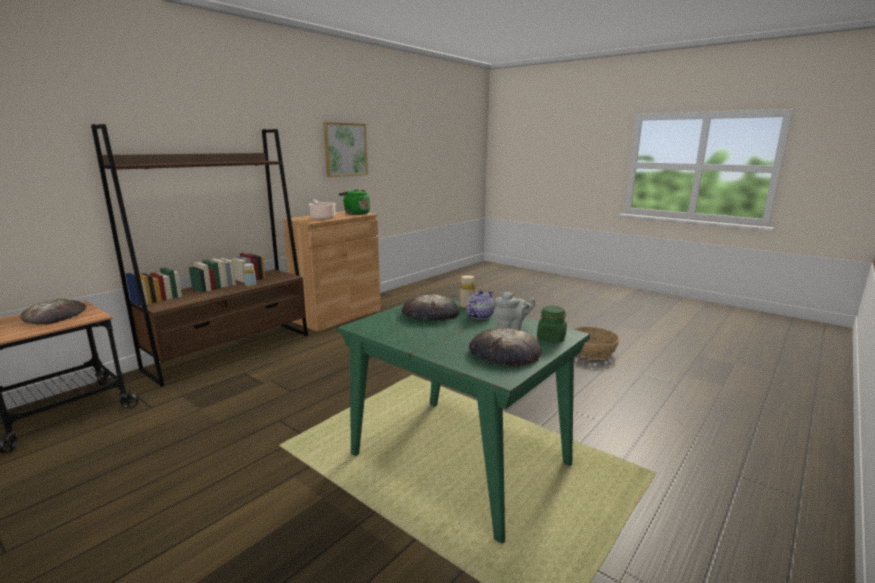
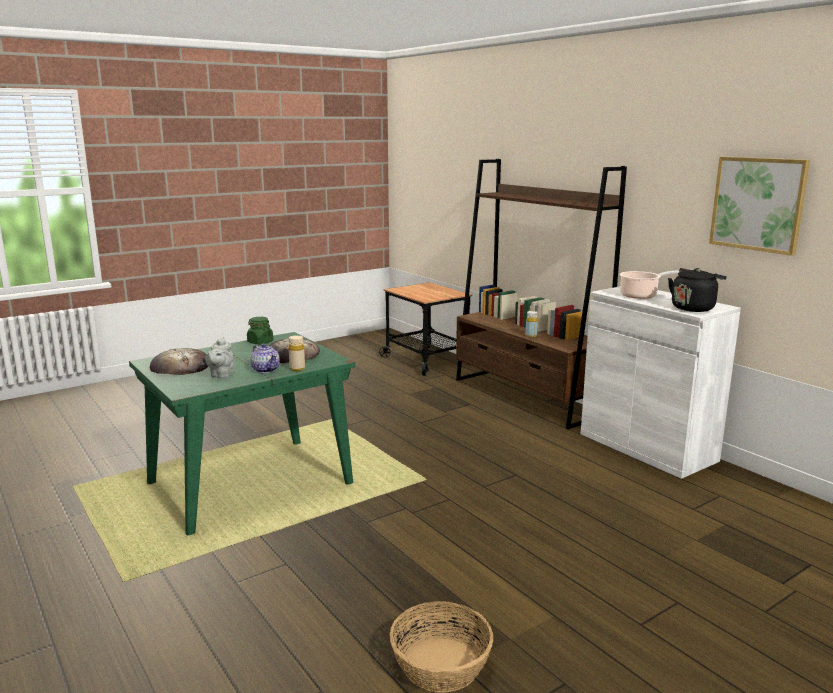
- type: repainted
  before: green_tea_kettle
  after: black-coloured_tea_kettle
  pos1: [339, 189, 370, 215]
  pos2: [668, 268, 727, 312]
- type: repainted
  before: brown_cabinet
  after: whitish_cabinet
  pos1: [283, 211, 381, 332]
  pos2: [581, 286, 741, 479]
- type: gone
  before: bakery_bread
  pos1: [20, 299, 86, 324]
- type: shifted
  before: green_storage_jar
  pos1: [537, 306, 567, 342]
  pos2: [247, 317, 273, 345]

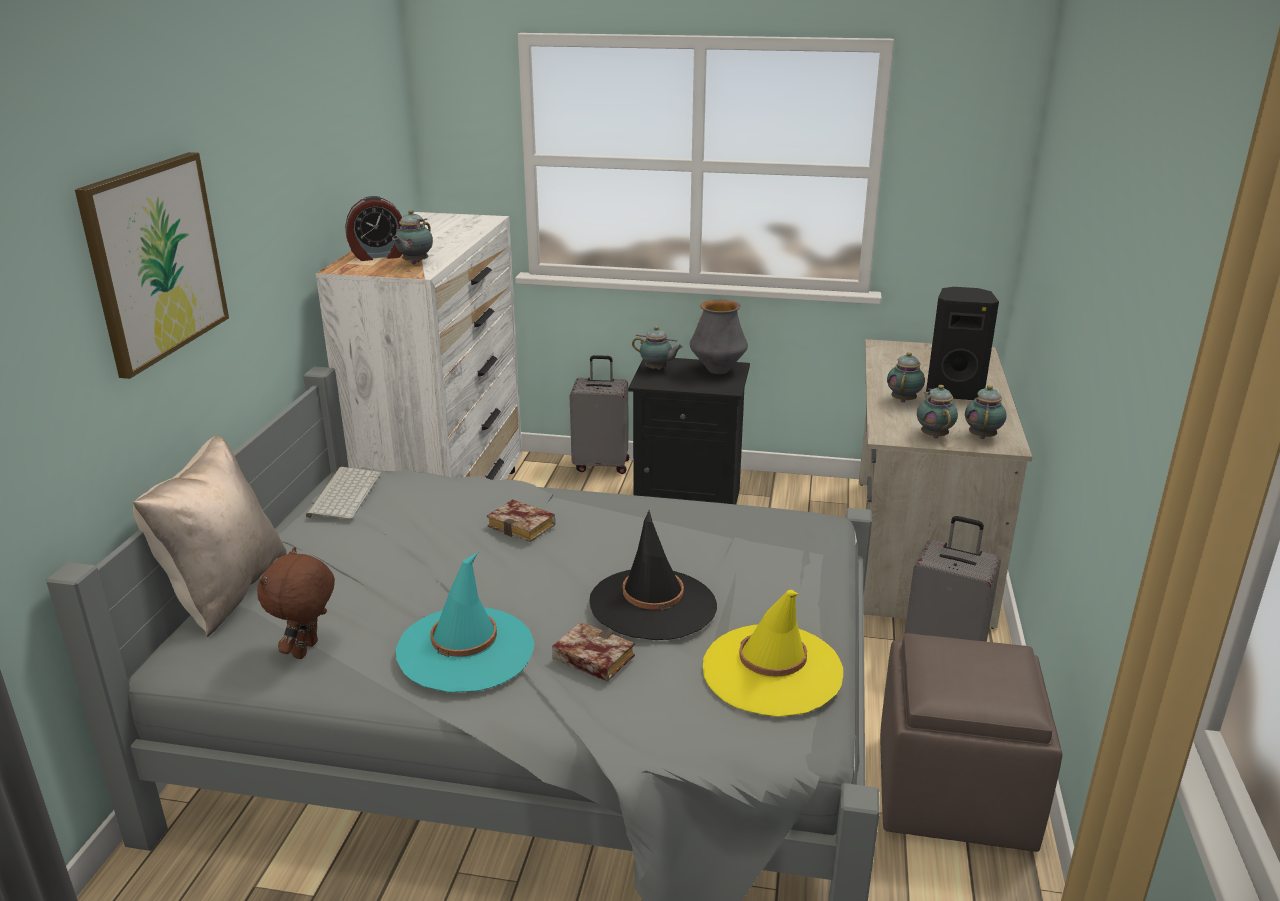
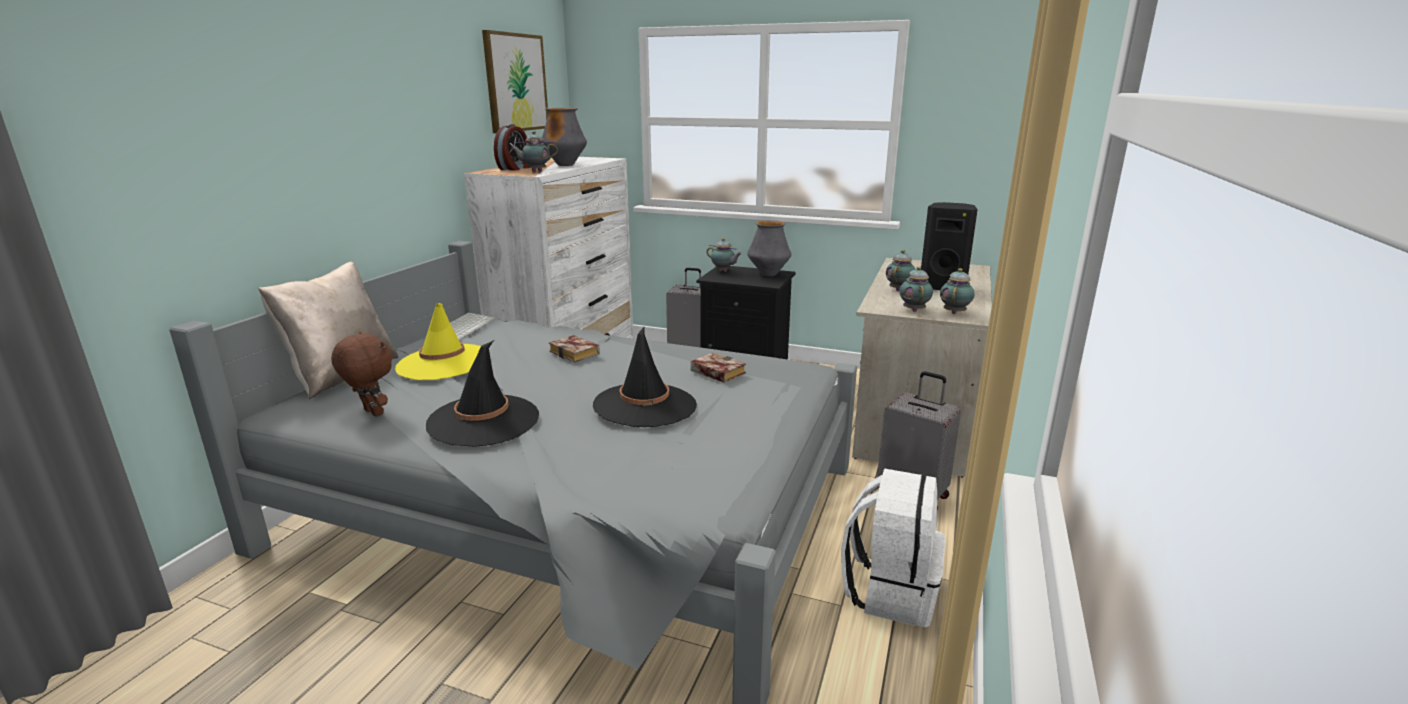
- type: shifted
  before: wall_art
  pos1: [75, 152, 229, 379]
  pos2: [482, 30, 548, 133]
- type: rotated
  before: table_clock
  pos1: [345, 196, 402, 261]
  pos2: [494, 124, 528, 171]
  turn: -60
- type: rotated
  before: pot_for_tea
  pos1: [392, 210, 433, 264]
  pos2: [511, 131, 558, 172]
  turn: 45
- type: rotated
  before: brown_soft_toy
  pos1: [257, 547, 335, 659]
  pos2: [331, 332, 392, 417]
  turn: 105
- type: repainted
  before: blue-green_wearable_hat
  after: black-coloured_wearable_hat
  pos1: [396, 552, 534, 692]
  pos2: [426, 340, 539, 447]
- type: shifted
  before: yellow-coloured_wearable_hat
  pos1: [703, 590, 843, 717]
  pos2: [395, 303, 481, 380]
- type: shifted
  before: book
  pos1: [552, 622, 635, 682]
  pos2: [691, 352, 746, 383]
- type: swapped
  before: brown_pouffe
  after: whitish_rucksack
  pos1: [880, 633, 1062, 852]
  pos2: [841, 468, 945, 627]
- type: new
  after: vase
  pos2: [542, 108, 587, 166]

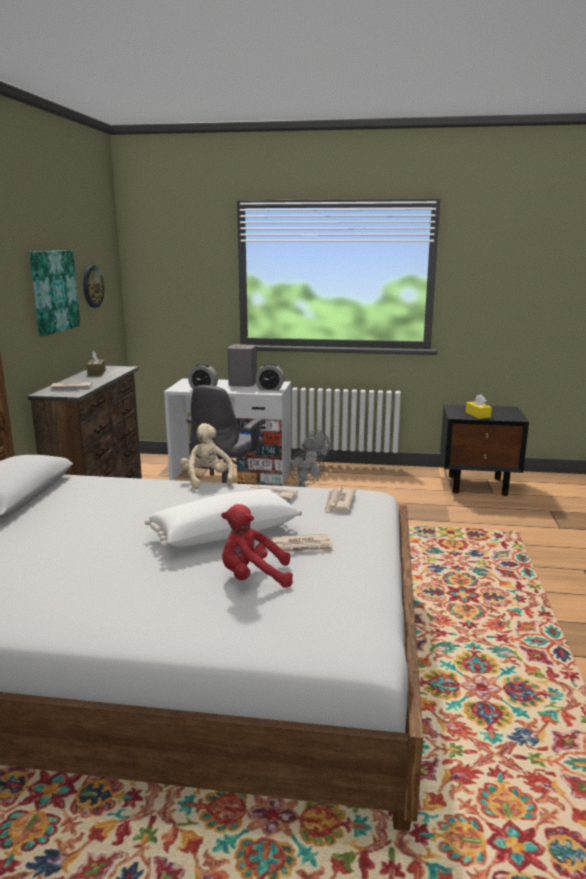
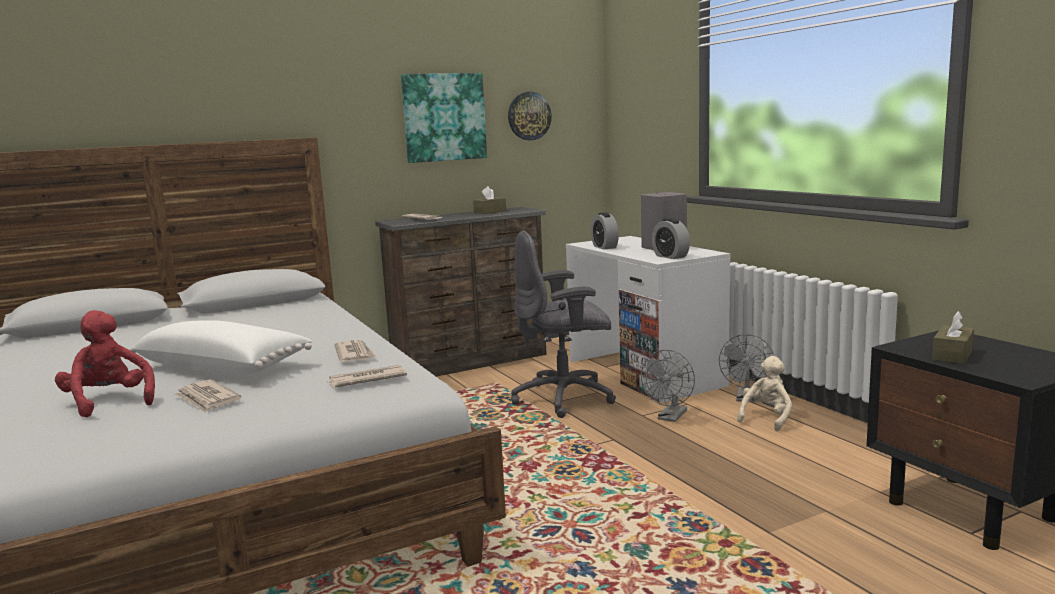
- type: repainted
  before: yellow-coloured_tissue_box
  after: brown_tissue_box
  pos1: [466, 394, 492, 419]
  pos2: [932, 311, 974, 364]
- type: shifted
  before: sand-coloured_soft_toy
  pos1: [180, 423, 234, 489]
  pos2: [737, 356, 792, 431]

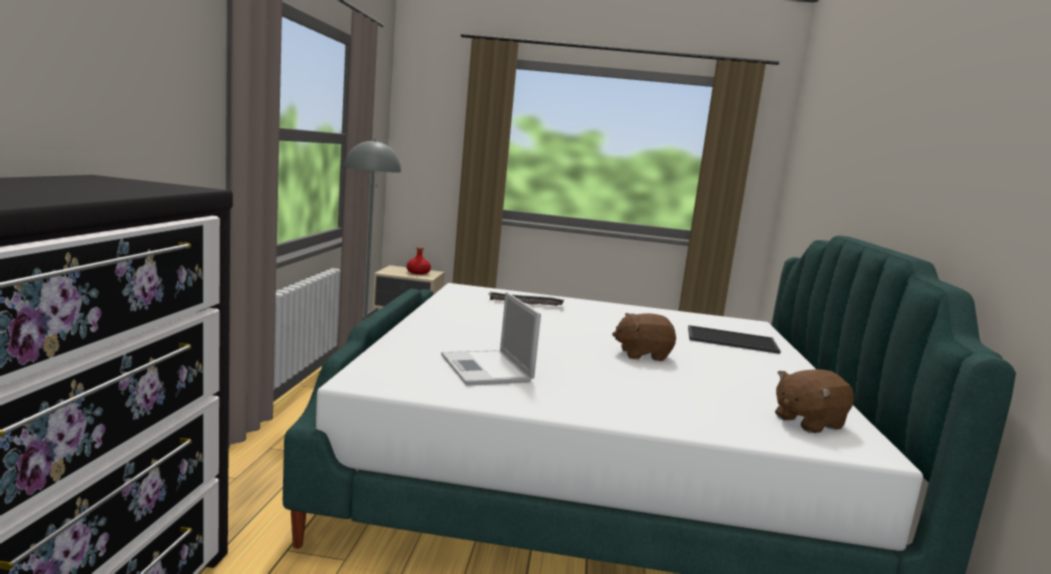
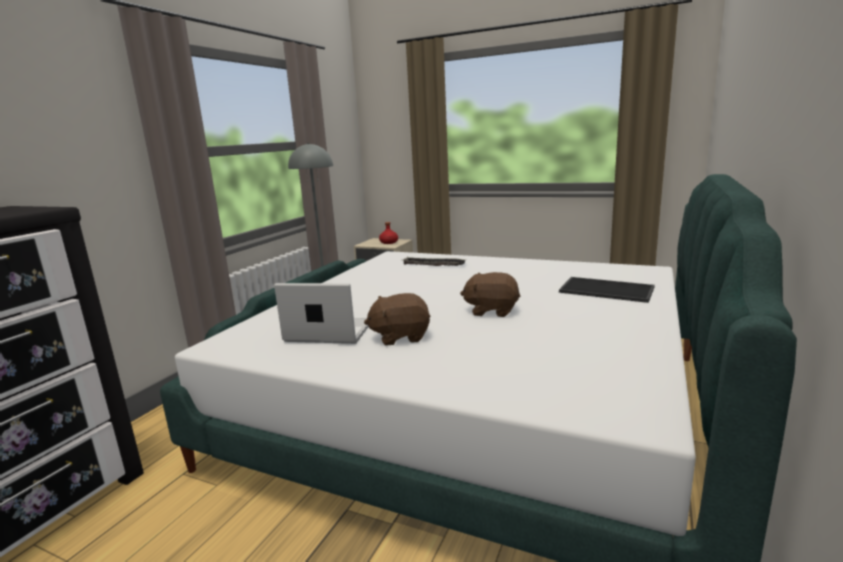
- type: rotated
  before: portable_computer
  pos1: [441, 292, 541, 386]
  pos2: [274, 283, 369, 344]
  turn: 105
- type: shifted
  before: brown_soft_toy
  pos1: [775, 369, 854, 433]
  pos2: [364, 293, 430, 345]

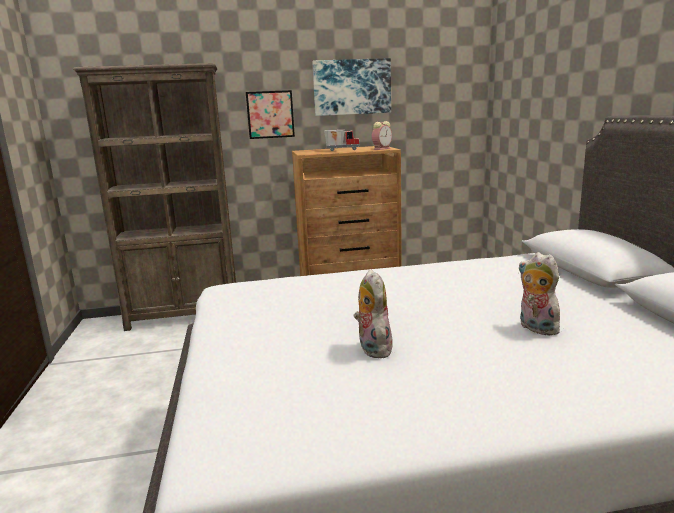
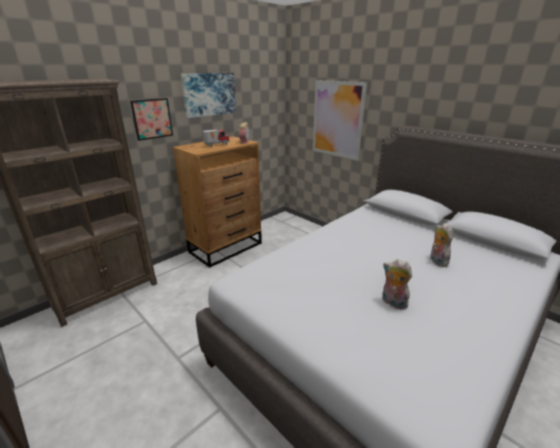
- type: rotated
  before: soft_toy
  pos1: [519, 252, 560, 336]
  pos2: [431, 223, 453, 267]
  turn: 60
- type: new
  after: wall_art
  pos2: [313, 80, 367, 161]

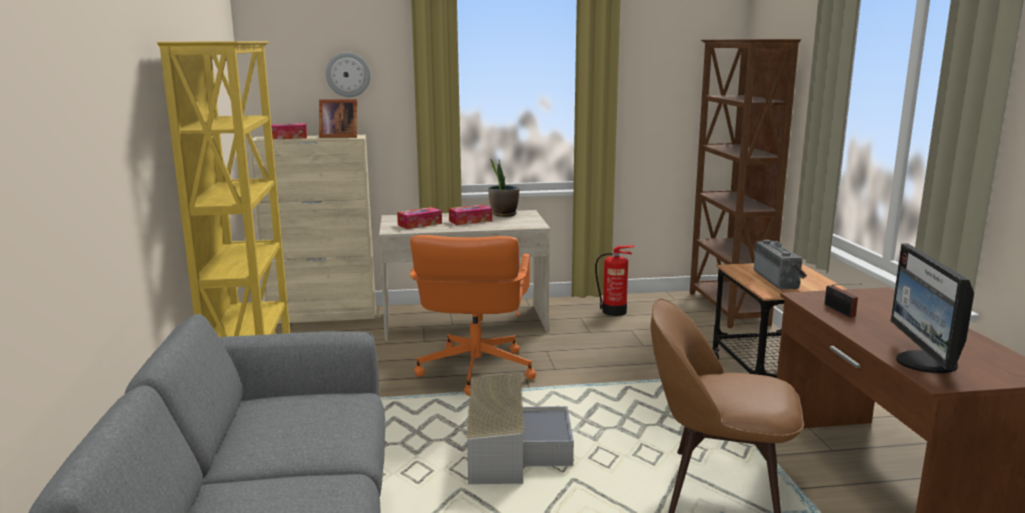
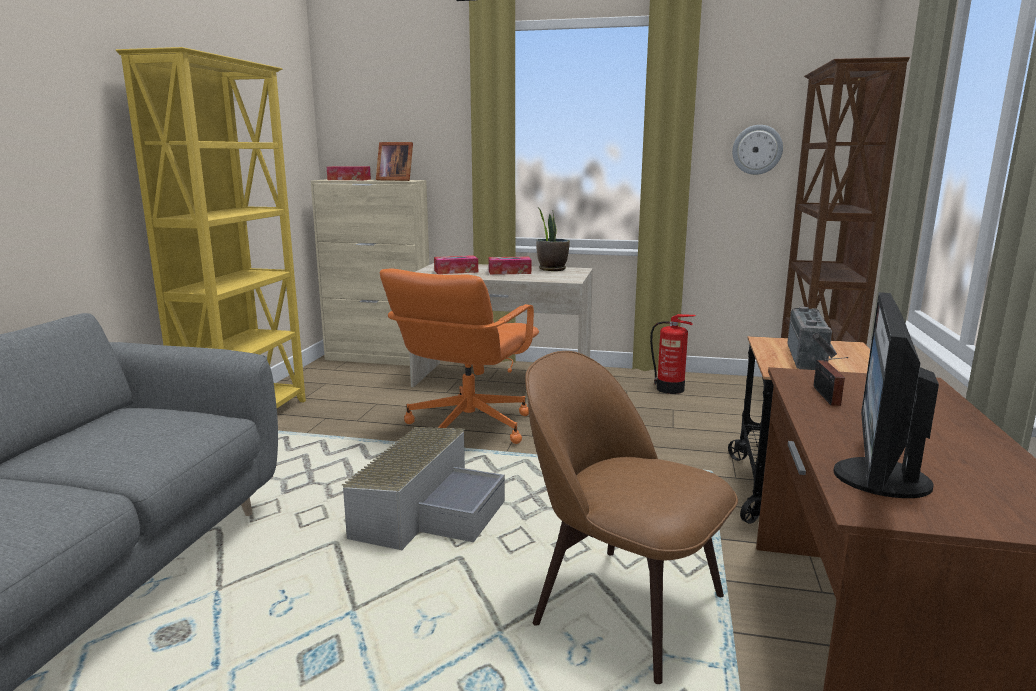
- type: shifted
  before: clock_on_the_wall
  pos1: [326, 52, 371, 97]
  pos2: [732, 125, 783, 175]

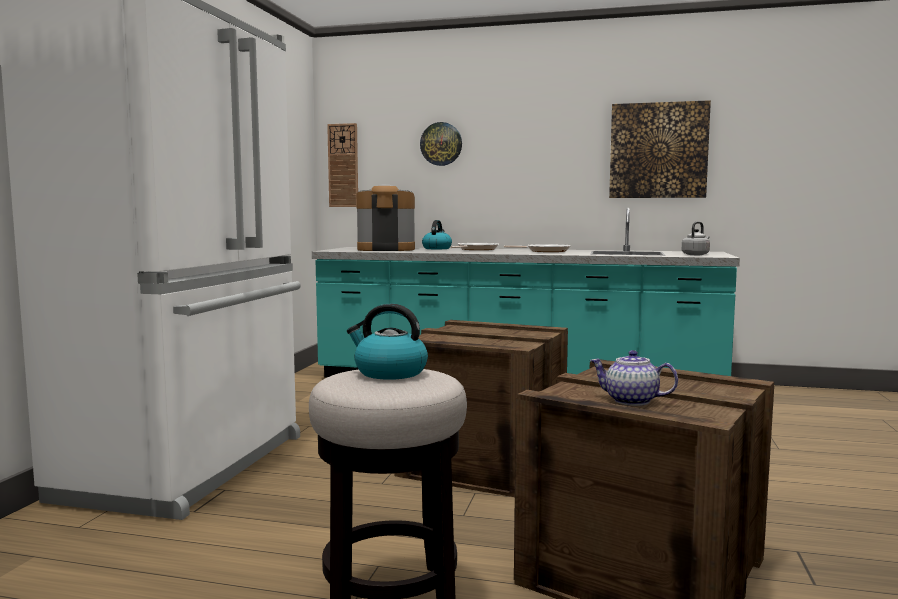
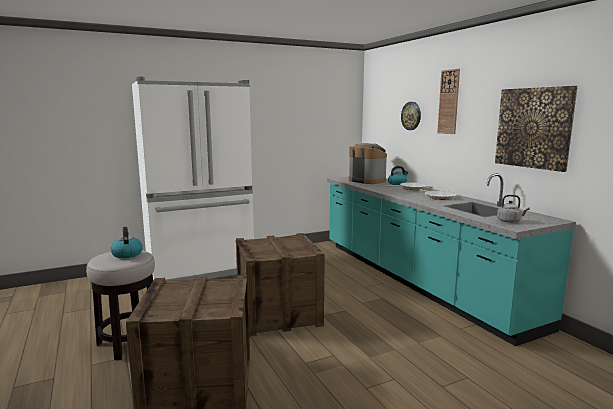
- type: shifted
  before: clock_on_the_wall
  pos1: [327, 123, 358, 207]
  pos2: [437, 69, 460, 134]
- type: gone
  before: pot_for_tea
  pos1: [590, 350, 678, 406]

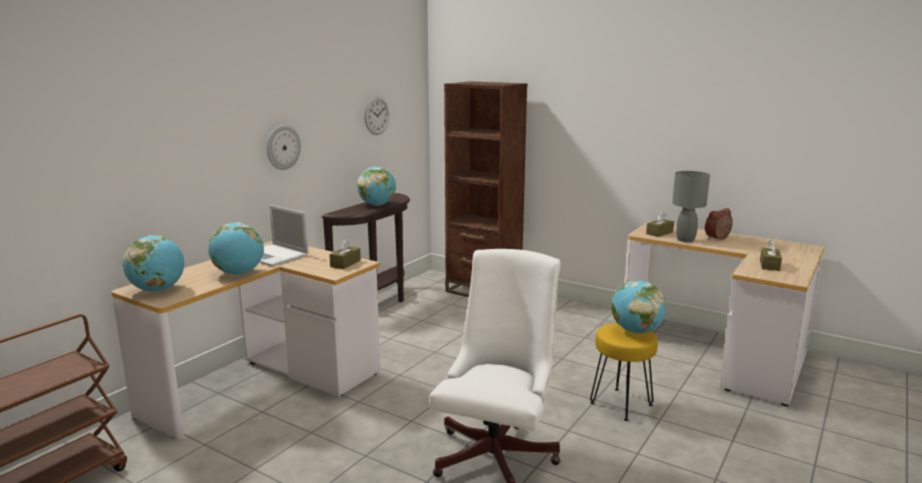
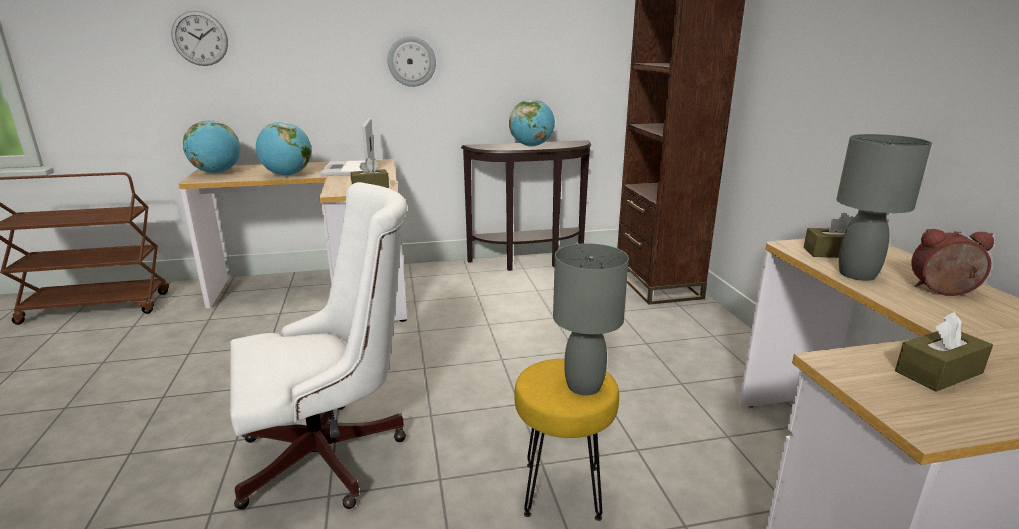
- type: shifted
  before: clock_on_the_wall
  pos1: [364, 96, 389, 135]
  pos2: [171, 10, 228, 66]
- type: swapped
  before: world_globe
  after: gray_lamp_for_a_table
  pos1: [611, 280, 666, 333]
  pos2: [553, 243, 629, 395]

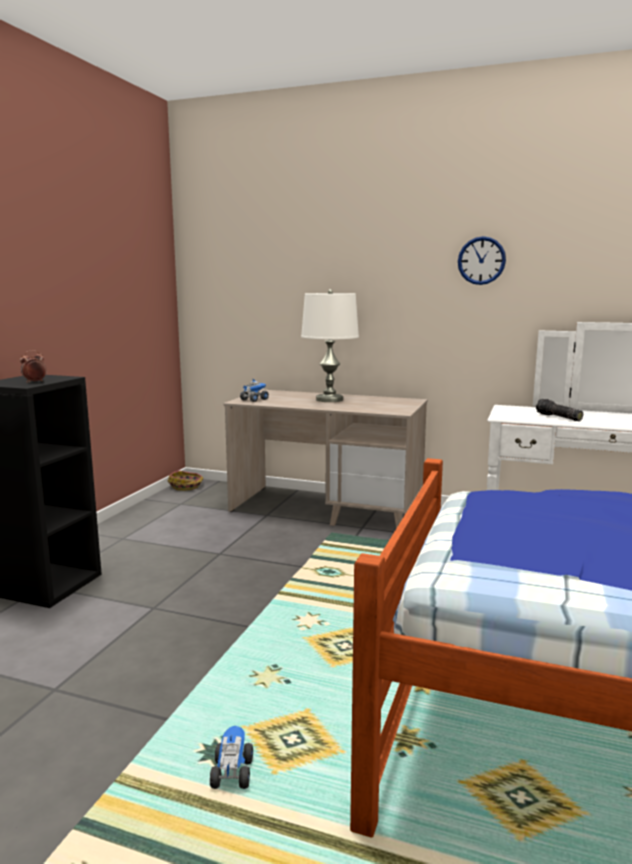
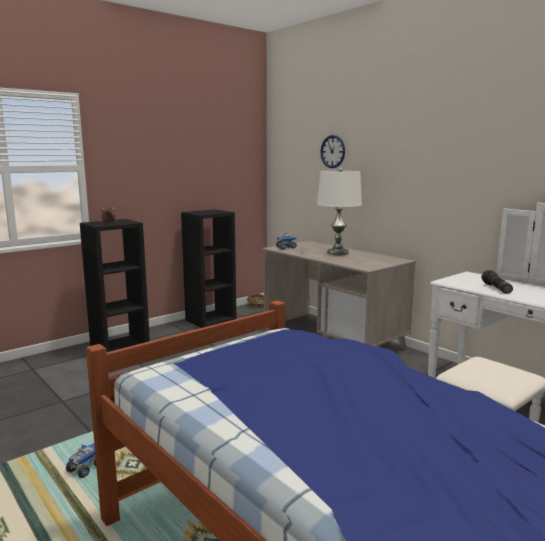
- type: shifted
  before: clock_on_the_wall
  pos1: [458, 236, 506, 285]
  pos2: [321, 135, 345, 168]
- type: new
  after: black-coloured_bookshelf
  pos2: [181, 209, 237, 328]

